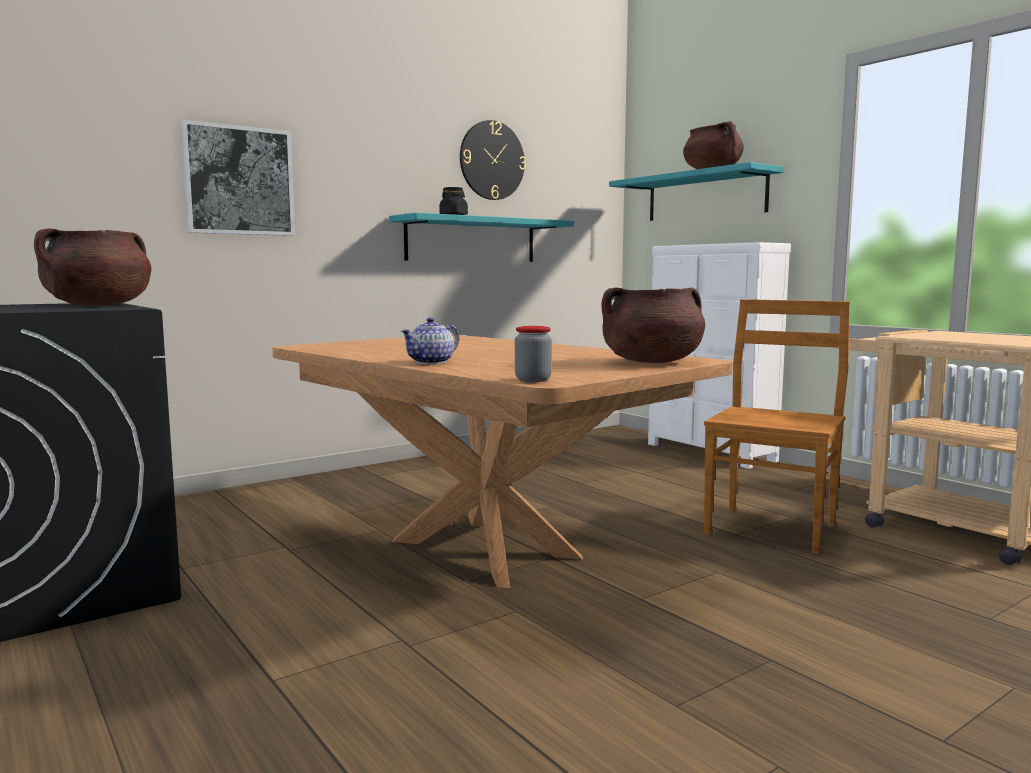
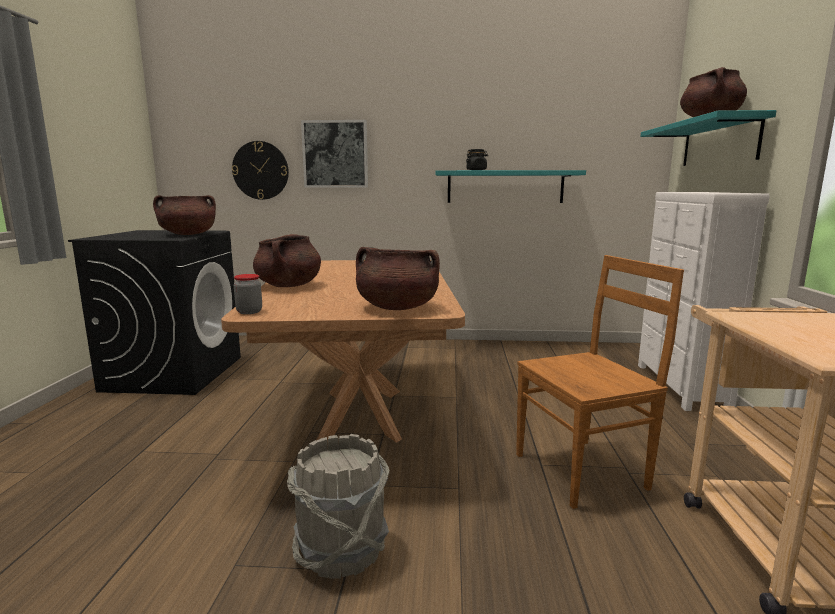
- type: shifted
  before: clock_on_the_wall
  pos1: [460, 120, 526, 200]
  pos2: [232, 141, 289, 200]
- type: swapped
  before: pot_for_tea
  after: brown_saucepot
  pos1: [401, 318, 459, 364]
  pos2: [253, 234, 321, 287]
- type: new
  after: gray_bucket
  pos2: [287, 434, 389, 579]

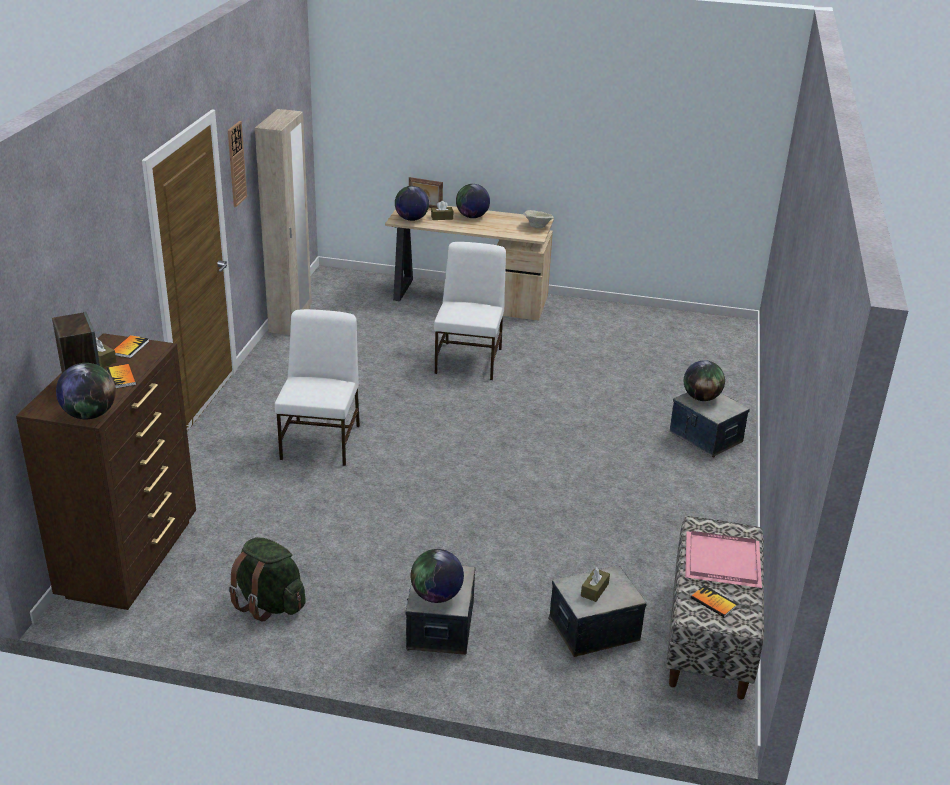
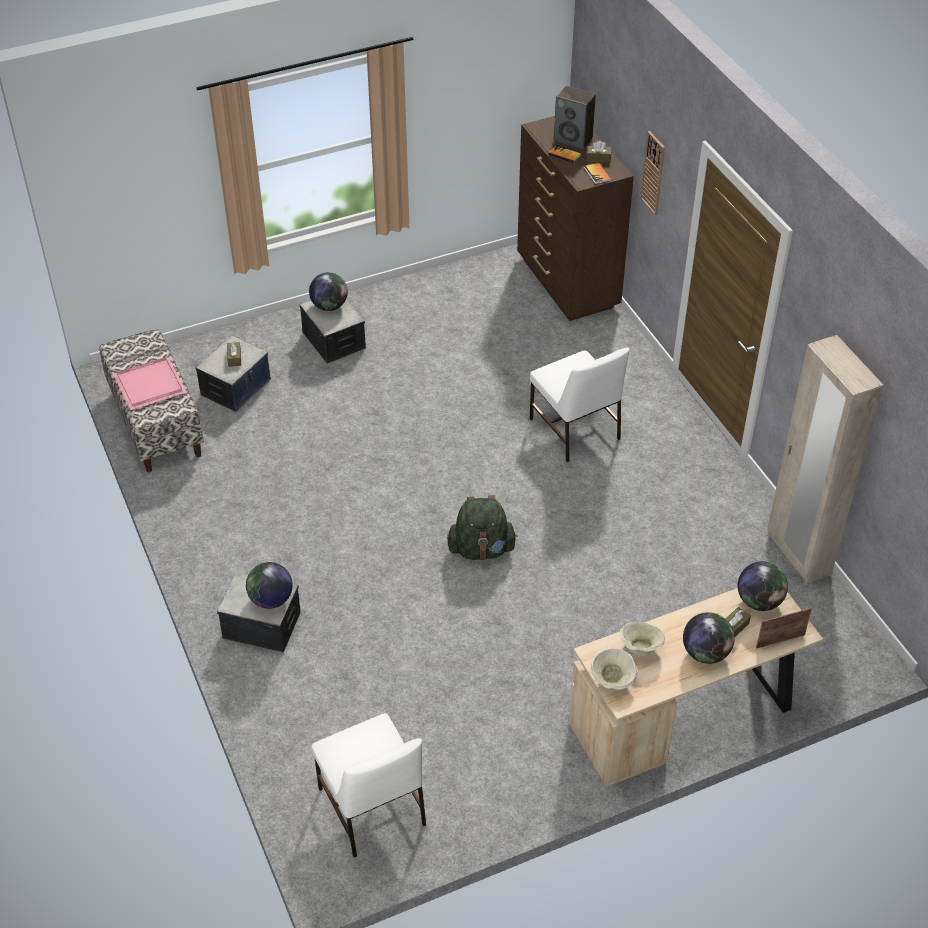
- type: shifted
  before: clock_on_the_wall
  pos1: [228, 121, 247, 207]
  pos2: [641, 131, 665, 215]
- type: shifted
  before: whitish_upright_chair
  pos1: [434, 242, 506, 380]
  pos2: [312, 713, 426, 858]
- type: gone
  before: world_globe
  pos1: [56, 363, 116, 419]
- type: shifted
  before: green_rucksack
  pos1: [228, 537, 306, 622]
  pos2: [447, 495, 518, 560]
- type: gone
  before: book
  pos1: [691, 585, 737, 617]
- type: new
  after: sand-coloured_bowl
  pos2: [620, 622, 665, 656]

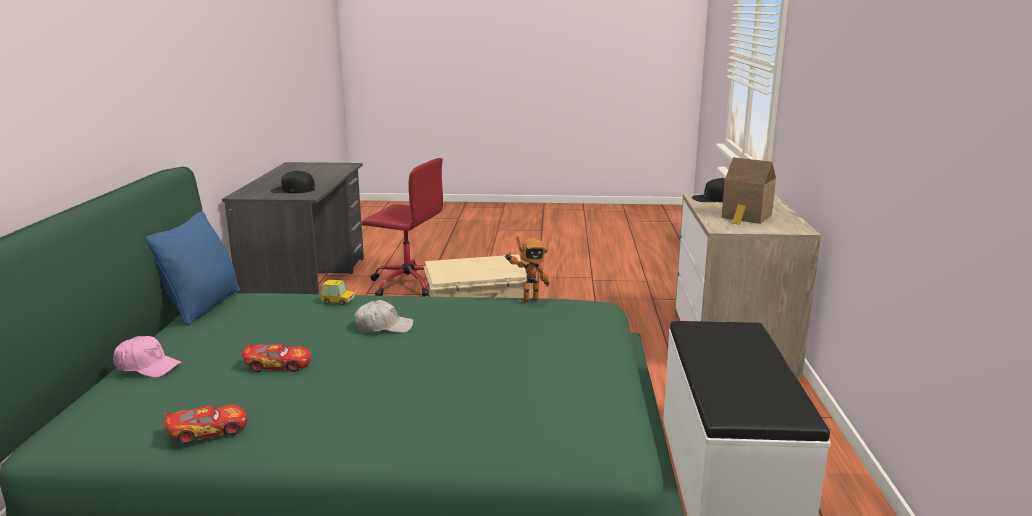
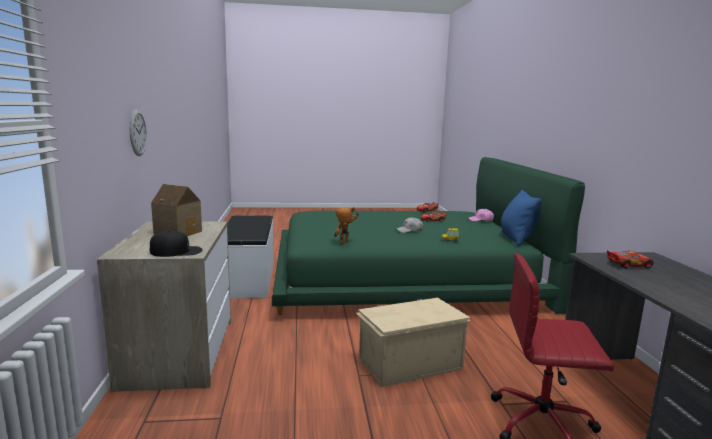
- type: swapped
  before: black-coloured_cap
  after: toy_car
  pos1: [271, 171, 315, 193]
  pos2: [607, 250, 654, 269]
- type: new
  after: clock_on_the_wall
  pos2: [129, 109, 147, 156]

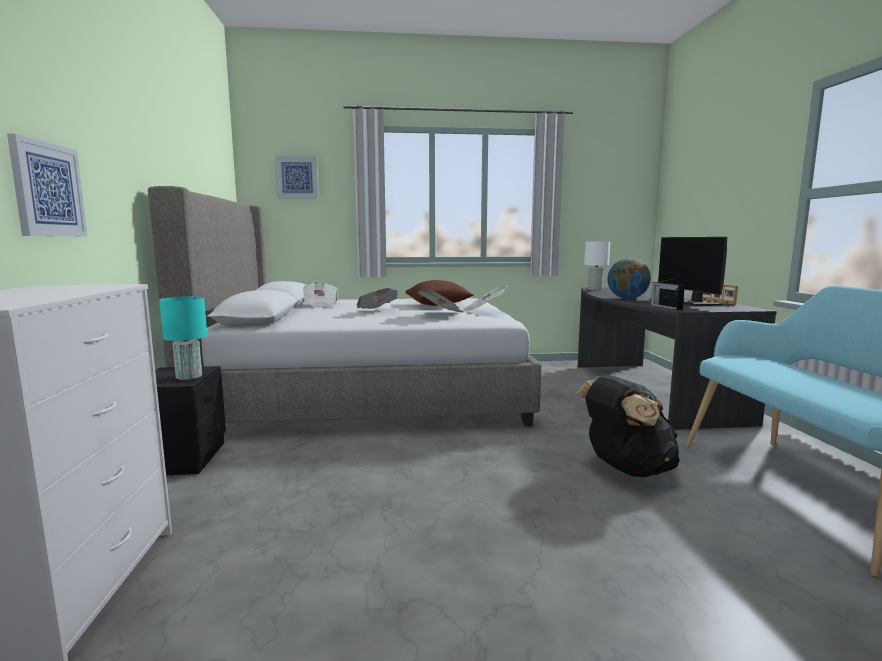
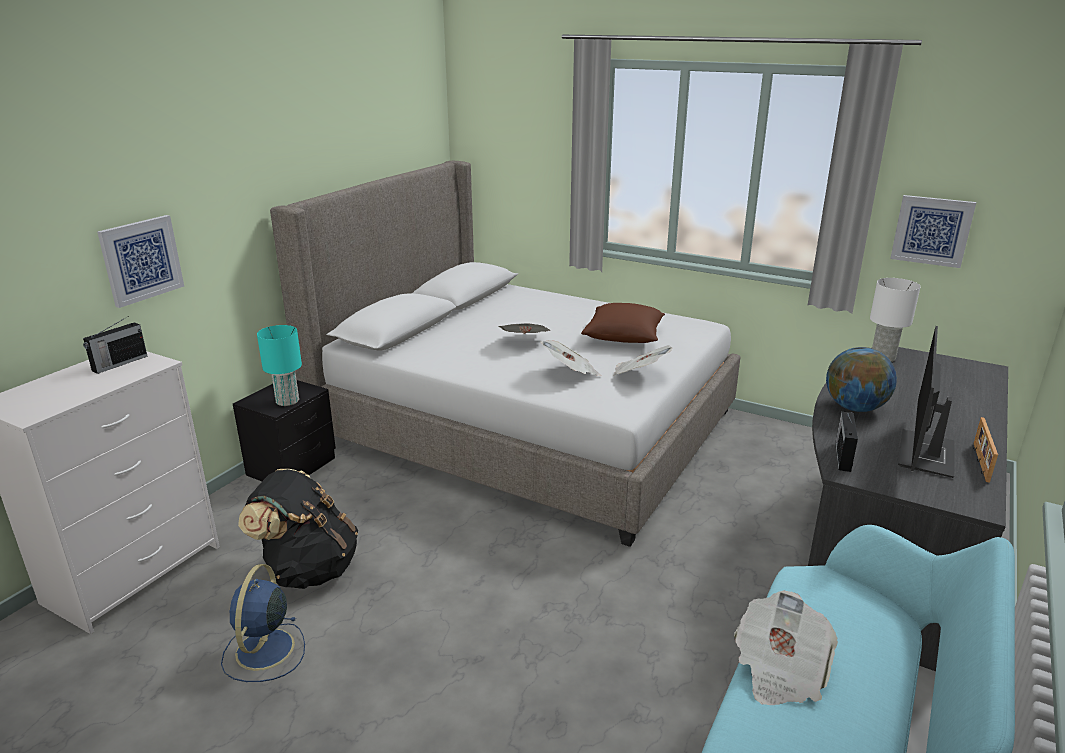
- type: shifted
  before: wall_art
  pos1: [275, 156, 319, 198]
  pos2: [890, 195, 976, 268]
- type: shifted
  before: daily_paper
  pos1: [303, 281, 339, 308]
  pos2: [734, 591, 838, 705]
- type: shifted
  before: black-coloured_rucksack
  pos1: [576, 375, 680, 477]
  pos2: [238, 469, 358, 589]
- type: new
  after: radio_set
  pos2: [83, 317, 148, 374]
- type: new
  after: bluish_cooling_fan
  pos2: [221, 564, 305, 682]

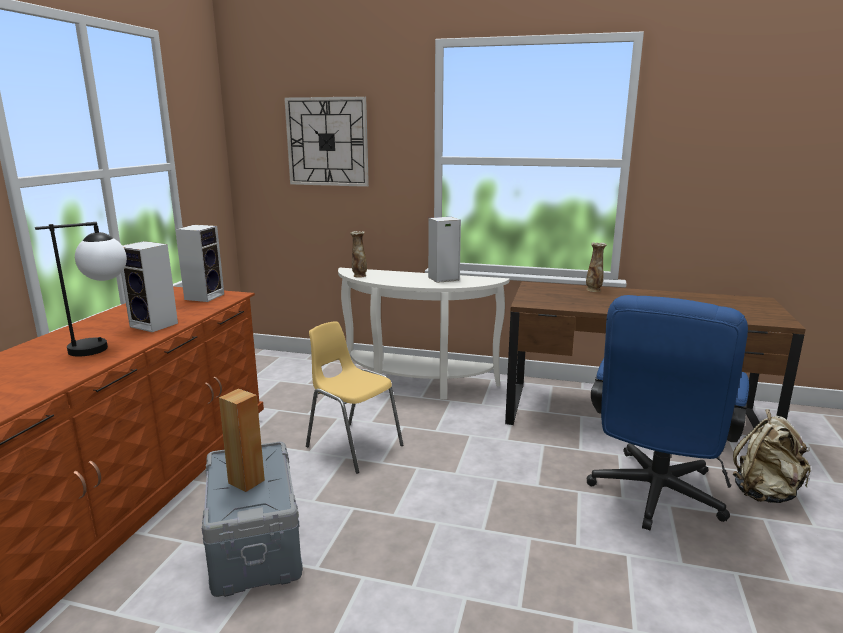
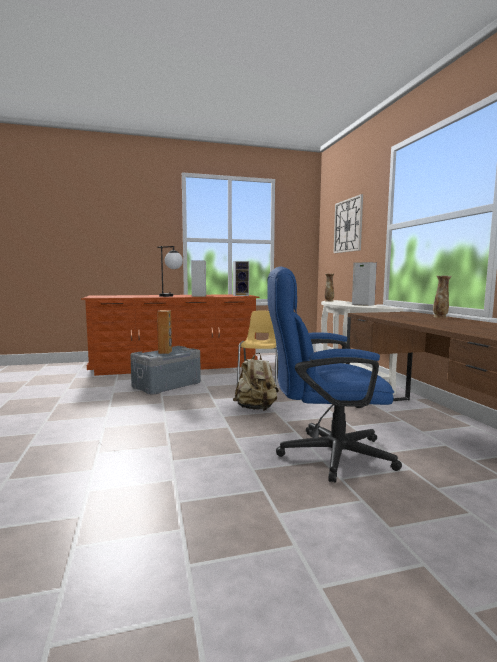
- type: shifted
  before: sand-coloured_rucksack
  pos1: [733, 409, 811, 503]
  pos2: [233, 353, 279, 411]

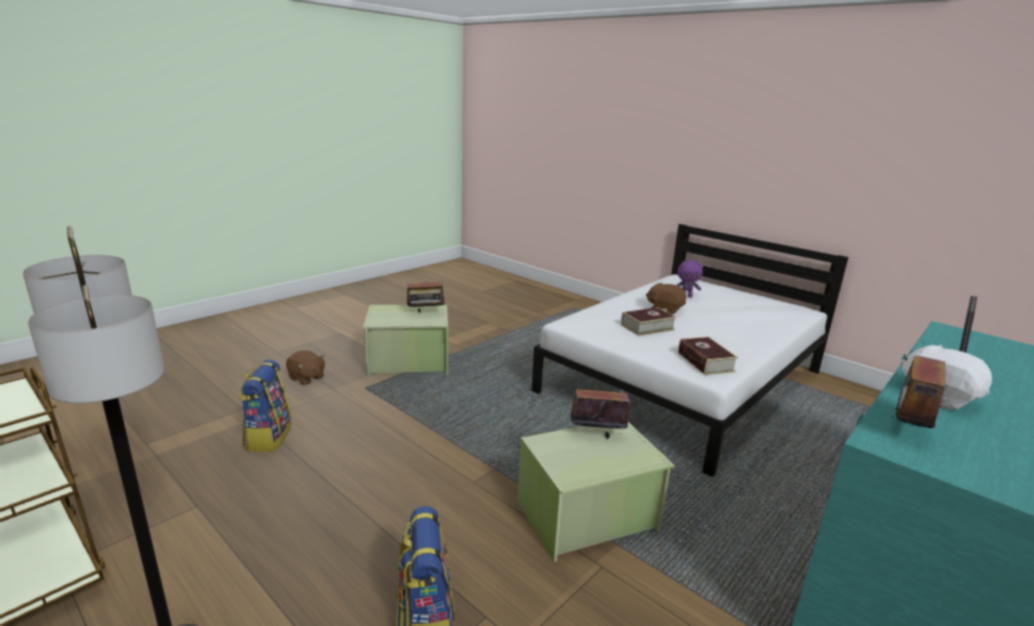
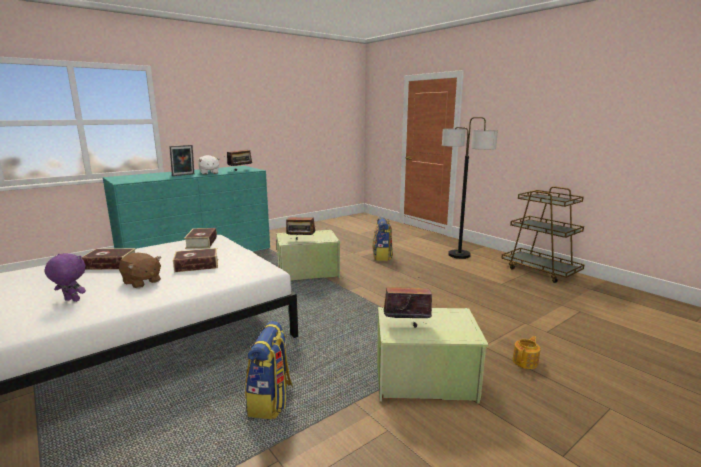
- type: swapped
  before: brown_soft_toy
  after: pot_for_tea
  pos1: [286, 350, 325, 385]
  pos2: [513, 336, 540, 369]
- type: shifted
  before: rucksack
  pos1: [240, 360, 291, 452]
  pos2: [245, 321, 293, 419]
- type: new
  after: book
  pos2: [82, 248, 136, 270]

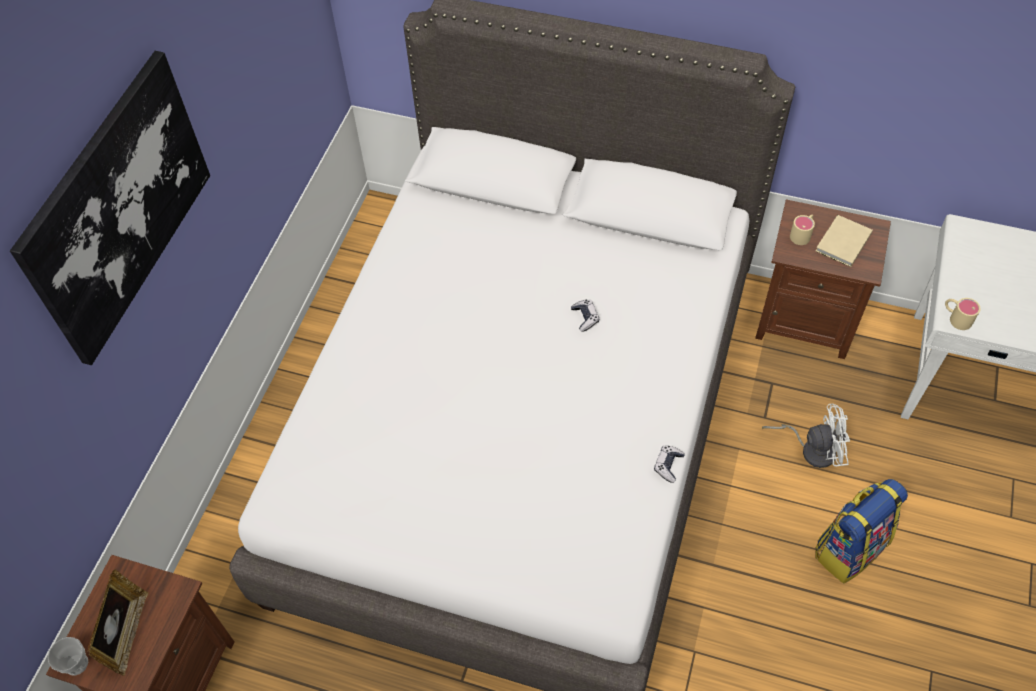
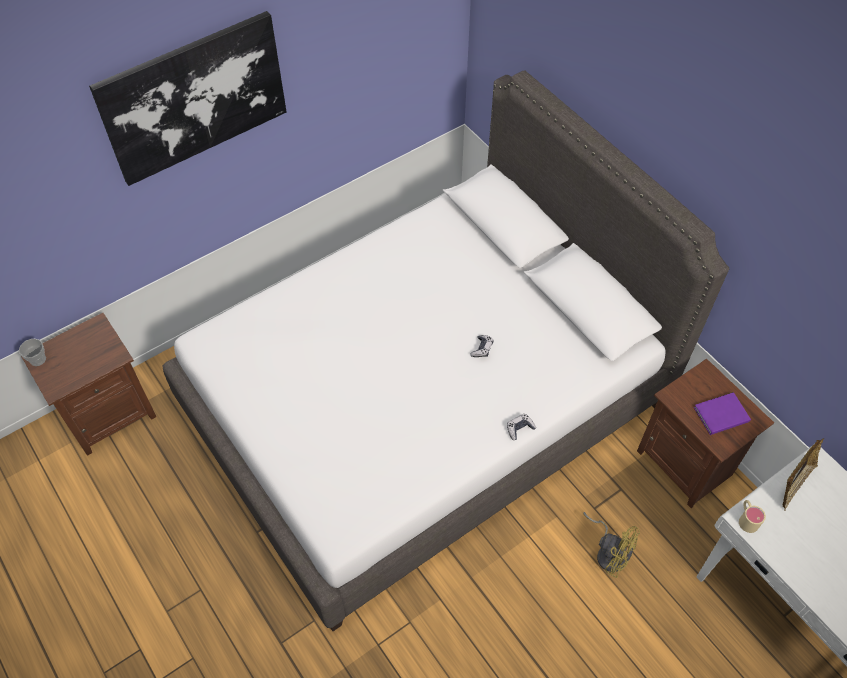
- type: gone
  before: sand-coloured_tea_mug
  pos1: [790, 215, 815, 245]
- type: repainted
  before: sand-coloured_book
  after: purple_book
  pos1: [816, 215, 873, 267]
  pos2: [694, 392, 751, 435]
- type: repainted
  before: whitish_cooling_fan
  after: yellow-coloured_cooling_fan
  pos1: [762, 404, 850, 468]
  pos2: [583, 512, 640, 578]
- type: shifted
  before: joypad
  pos1: [654, 446, 685, 483]
  pos2: [507, 414, 536, 440]
- type: gone
  before: rucksack
  pos1: [815, 479, 908, 583]
- type: shifted
  before: standing_frame
  pos1: [87, 569, 149, 676]
  pos2: [782, 438, 824, 511]

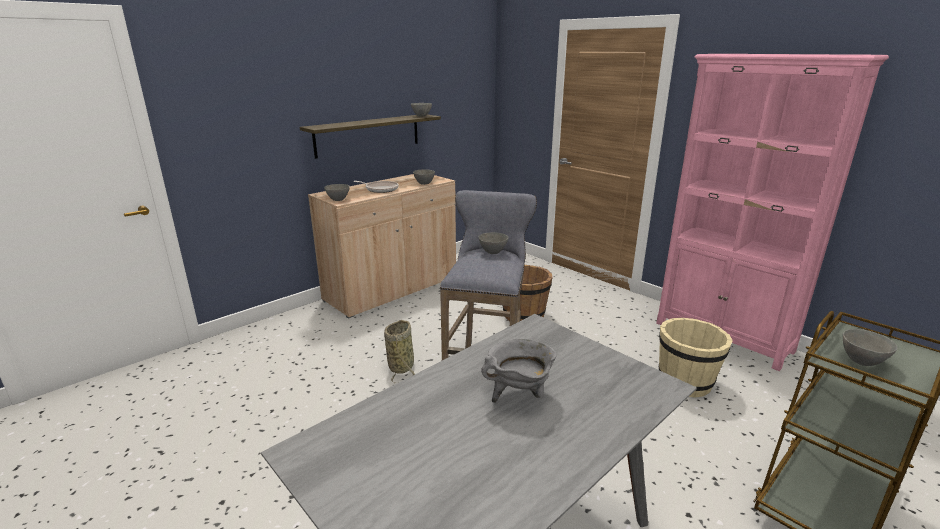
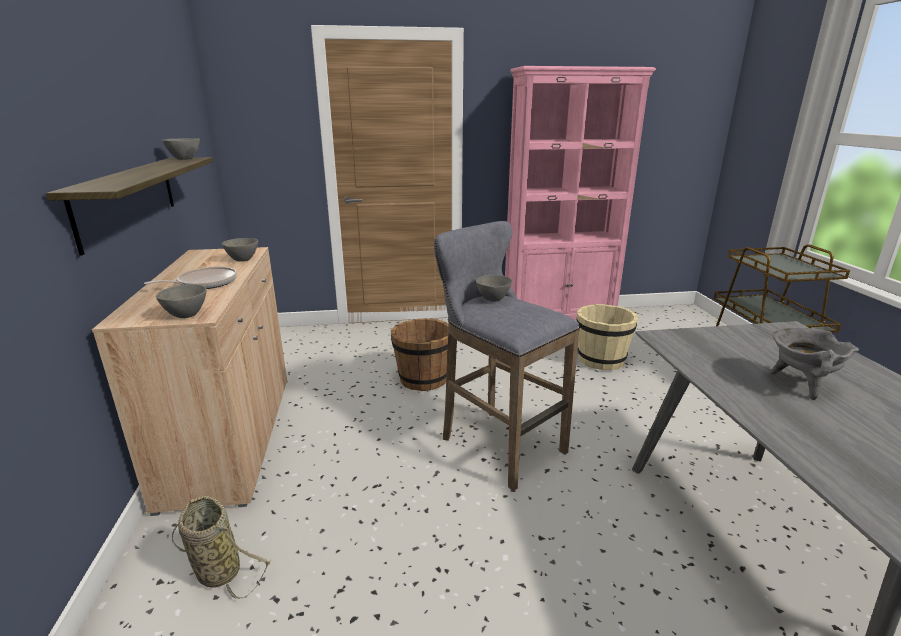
- type: shifted
  before: storage_basket
  pos1: [384, 320, 415, 383]
  pos2: [172, 496, 271, 599]
- type: gone
  before: gray_bowl
  pos1: [842, 329, 898, 366]

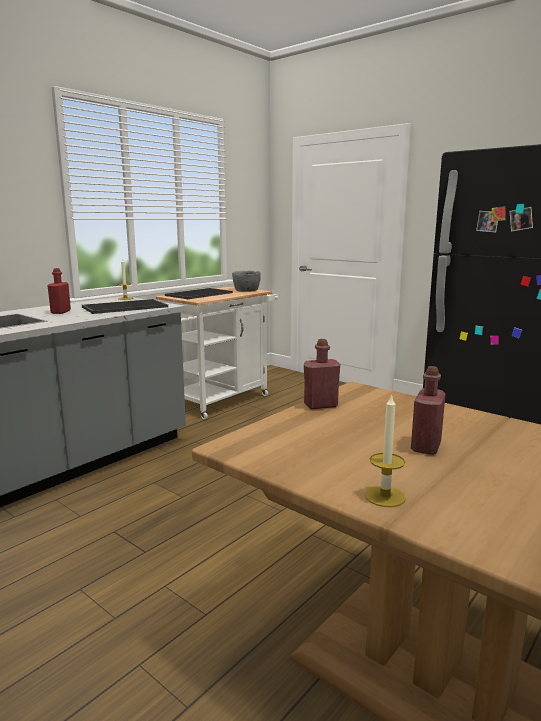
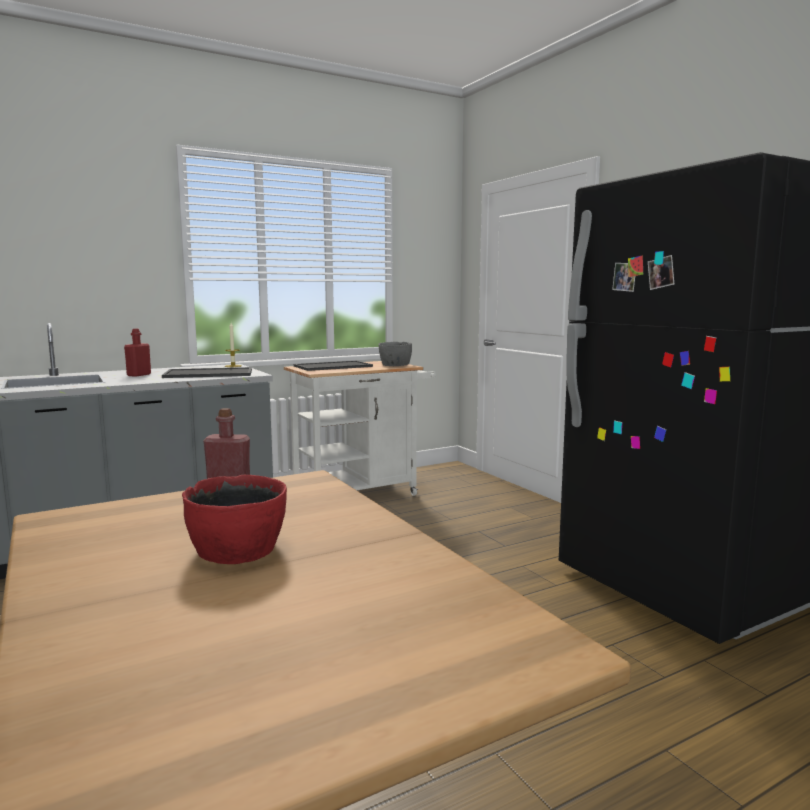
- type: swapped
  before: reddish_beverage_bottle
  after: reddish_bowl
  pos1: [411, 366, 446, 455]
  pos2: [182, 475, 287, 564]
- type: gone
  before: wax_light
  pos1: [365, 393, 406, 507]

